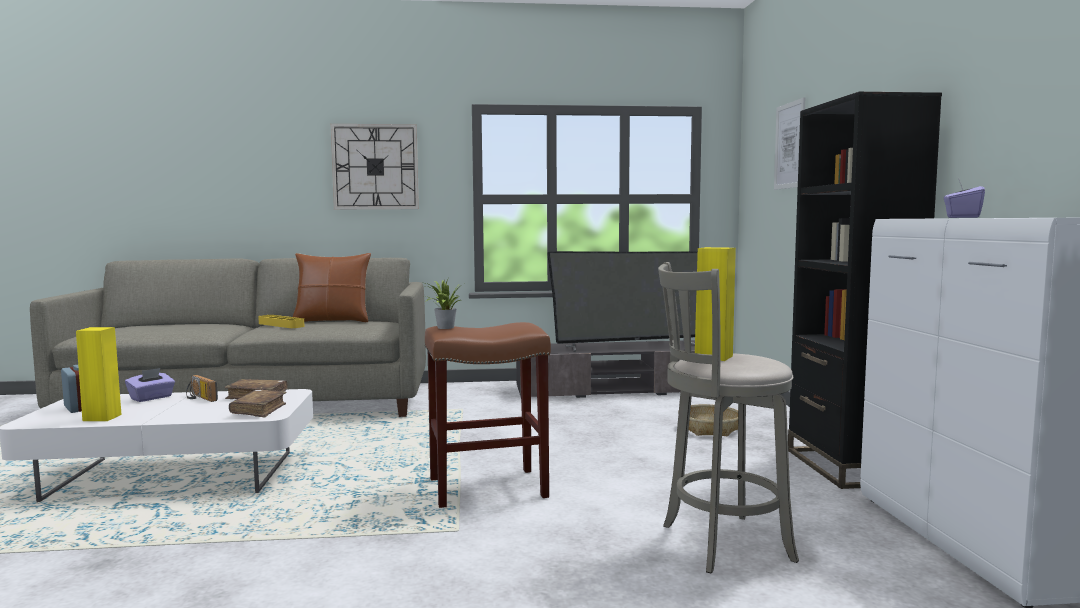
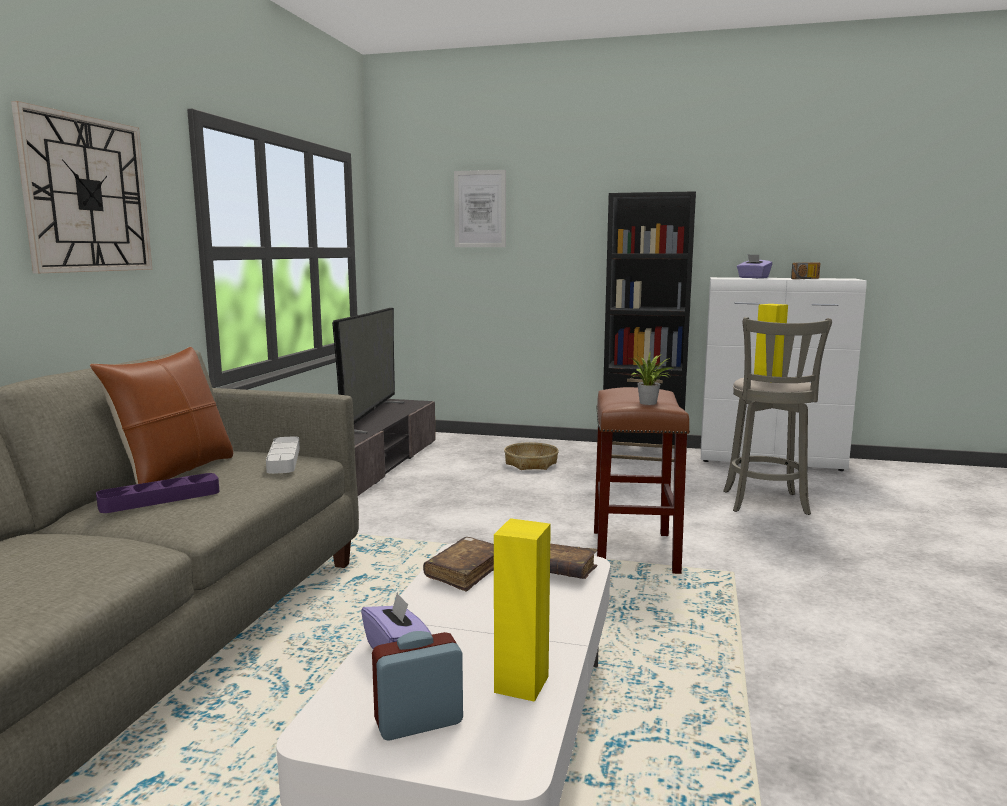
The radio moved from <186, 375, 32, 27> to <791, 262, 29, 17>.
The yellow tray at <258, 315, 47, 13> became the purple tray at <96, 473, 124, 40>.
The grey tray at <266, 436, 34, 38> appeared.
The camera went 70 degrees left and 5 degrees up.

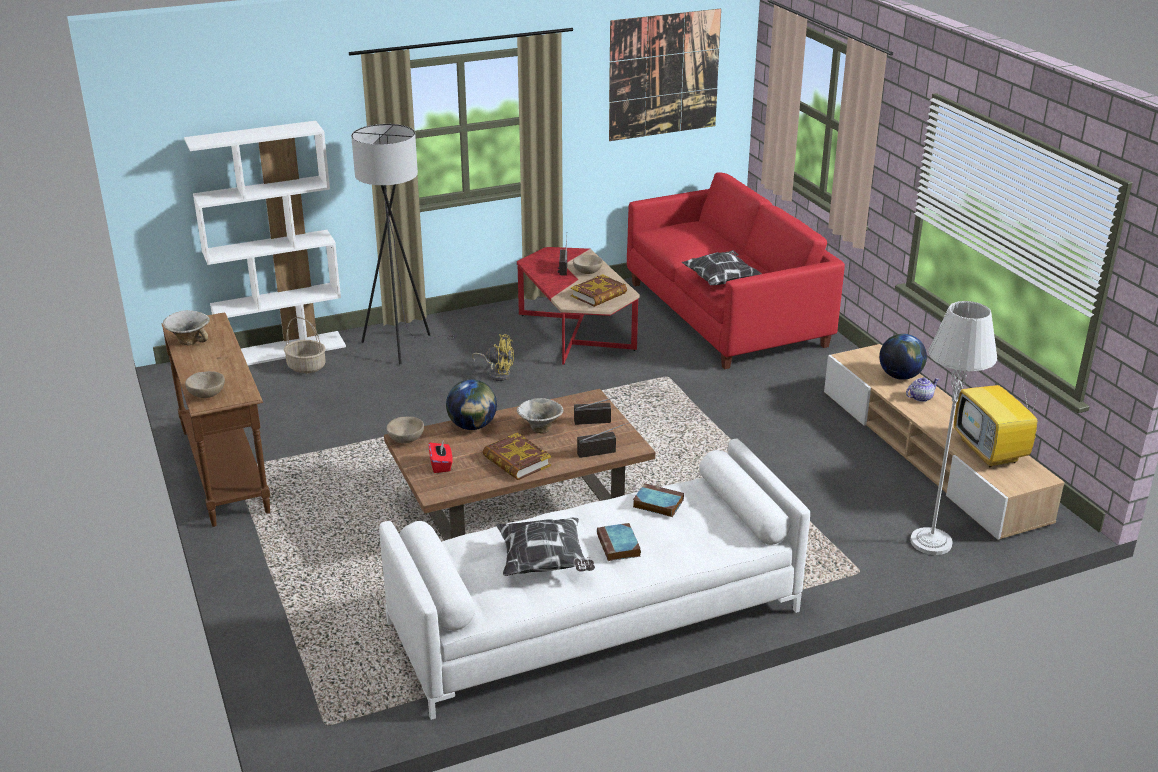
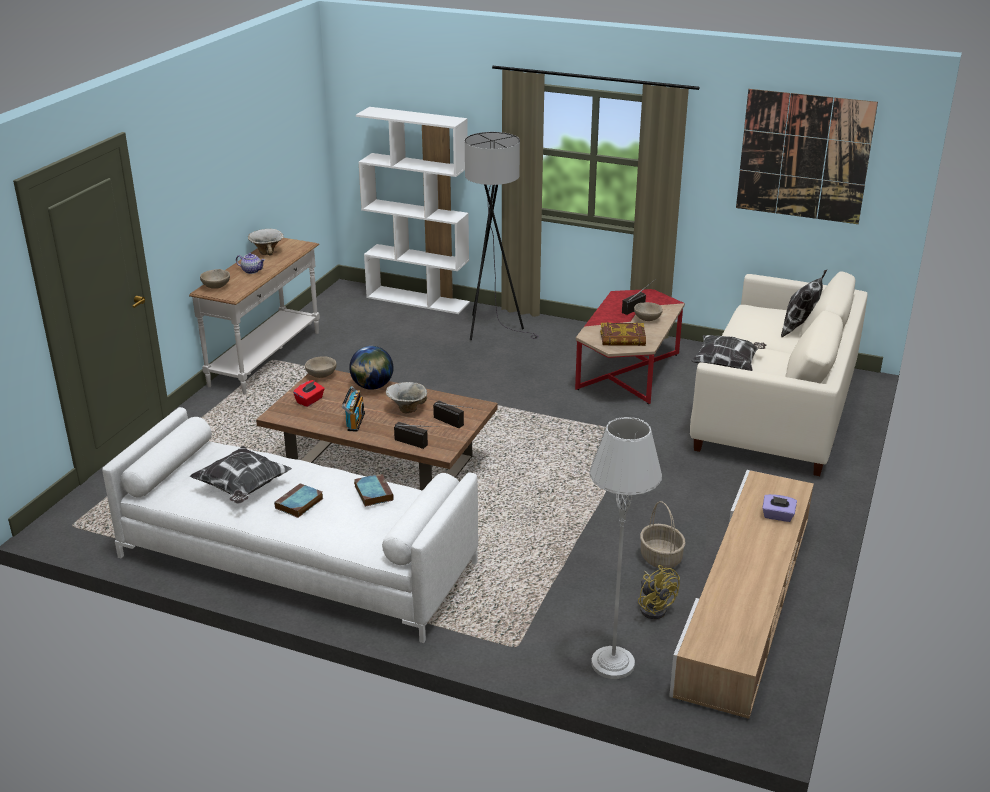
The brown console table at <162, 313, 108, 214> became the white console table at <189, 238, 131, 156>.
The basket moved from <284, 317, 42, 56> to <640, 501, 46, 68>.
The yellow fan moved from <472, 334, 42, 47> to <638, 565, 42, 54>.
The book at <483, 433, 68, 47> was replaced by the radio at <342, 386, 23, 46>.
The red sofa at <627, 172, 218, 197> became the white sofa at <690, 271, 177, 205>.
The globe at <879, 334, 48, 46> was replaced by the purple tissue box at <762, 494, 35, 28>.
The teapot moved from <906, 377, 33, 25> to <236, 253, 29, 21>.
The television at <954, 369, 86, 99> disappeared.
The pillow at <781, 269, 47, 68> appeared.
The camera went 45 degrees right and 0 degrees up.

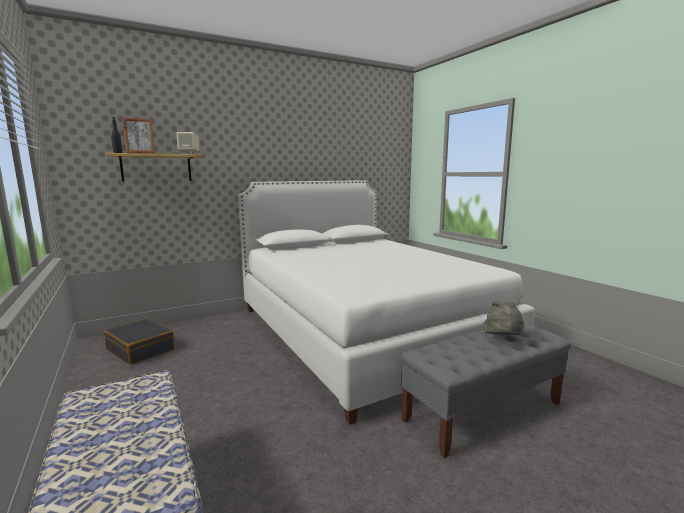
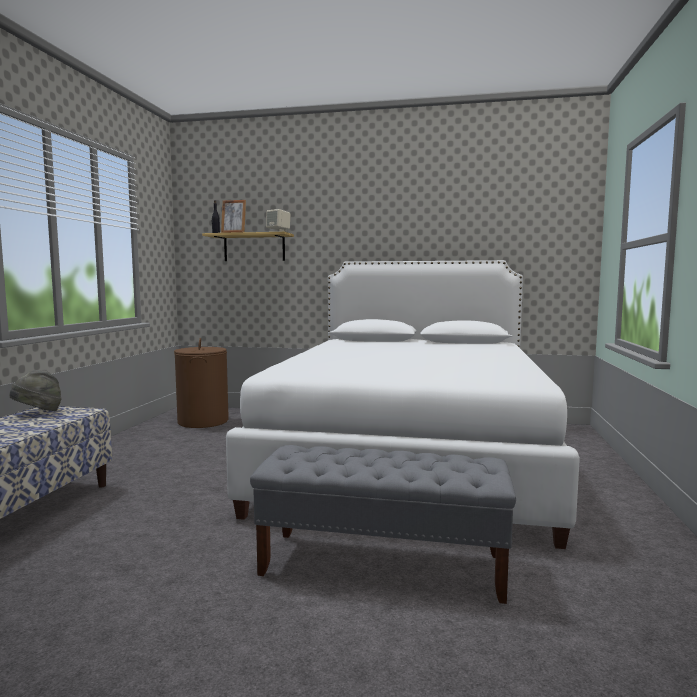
The black suitcase at <104, 318, 70, 47> was replaced by the brown laundry basket at <174, 338, 55, 90>.
The grey hat moved from <484, 301, 40, 34> to <9, 370, 53, 41>.
The camera went 40 degrees right and 5 degrees down.

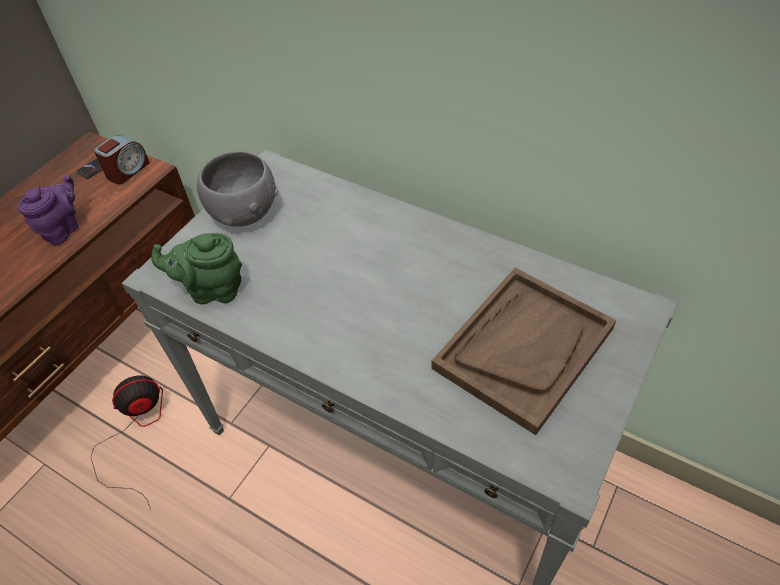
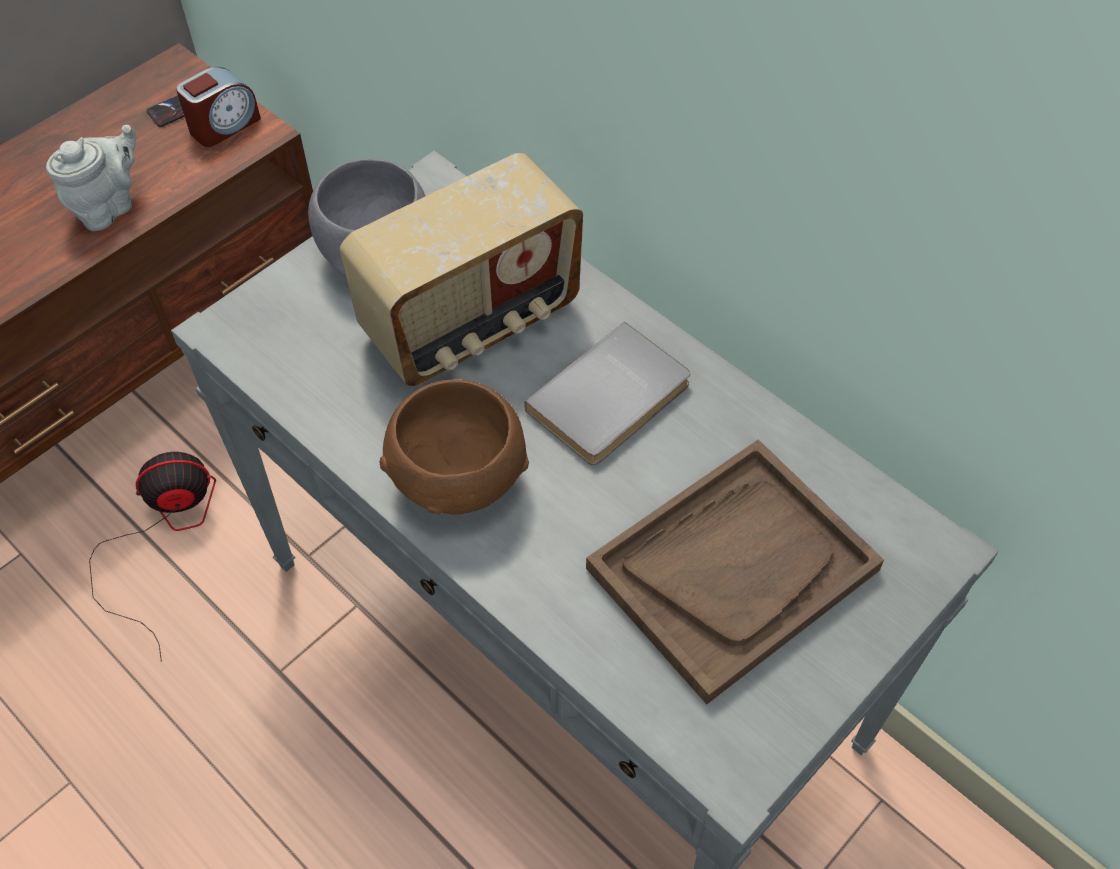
The purple teapot at <18, 175, 61, 71> became the grey teapot at <46, 125, 90, 106>.
The green teapot at <151, 233, 91, 71> disappeared.
The radio at <340, 153, 243, 233> appeared.
The brown bowl at <379, 379, 150, 136> appeared.
The grey book at <524, 322, 166, 143> appeared.
The camera went 10 degrees right and 5 degrees up.

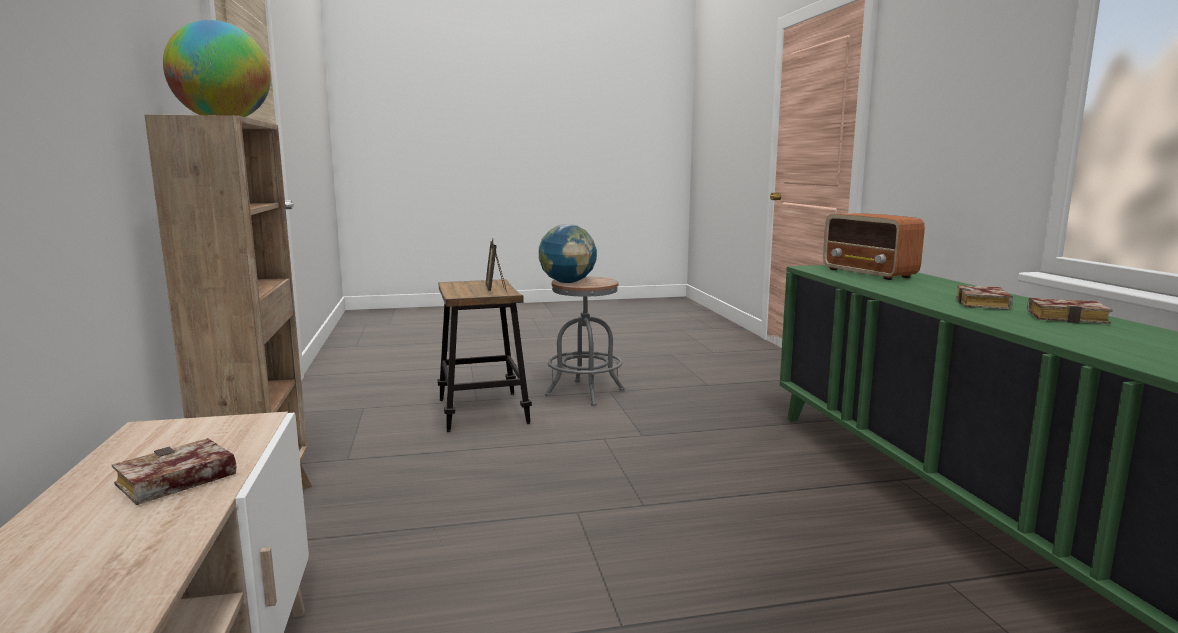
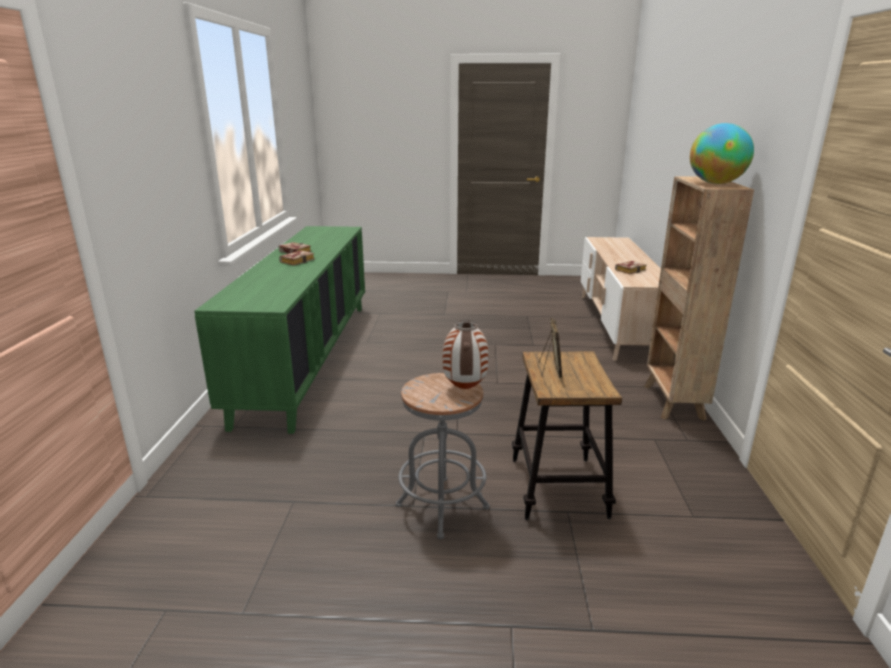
The globe at <539, 224, 58, 59> was replaced by the vase at <442, 320, 47, 69>.
The radio at <823, 213, 102, 67> disappeared.
The camera went 165 degrees left and 10 degrees up.

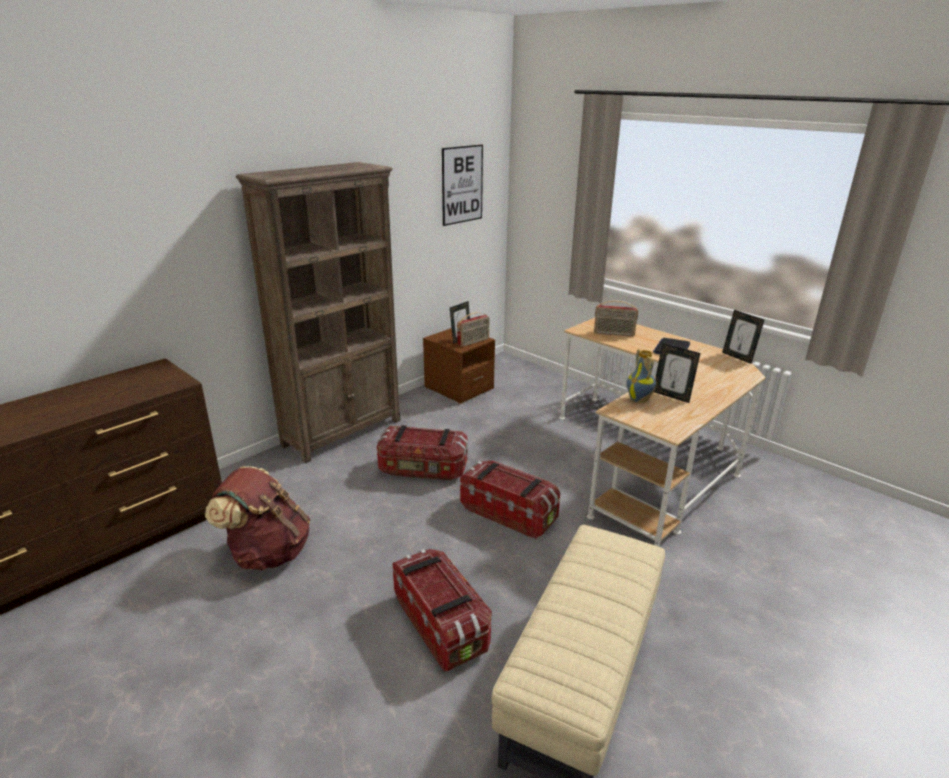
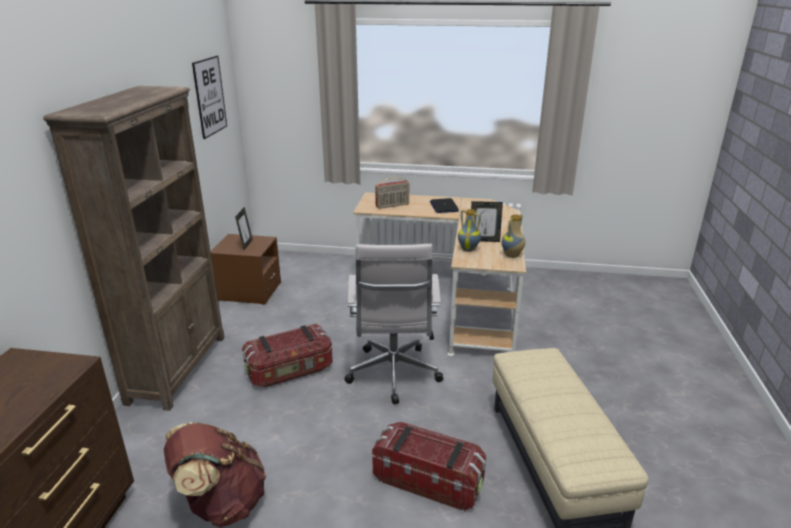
The radio at <457, 312, 33, 35> disappeared.
The storage box at <460, 460, 100, 79> was replaced by the white office chair at <344, 244, 99, 160>.
The picture frame at <722, 310, 42, 54> disappeared.
The vase at <502, 214, 24, 44> appeared.
The camera went 35 degrees left and 0 degrees up.

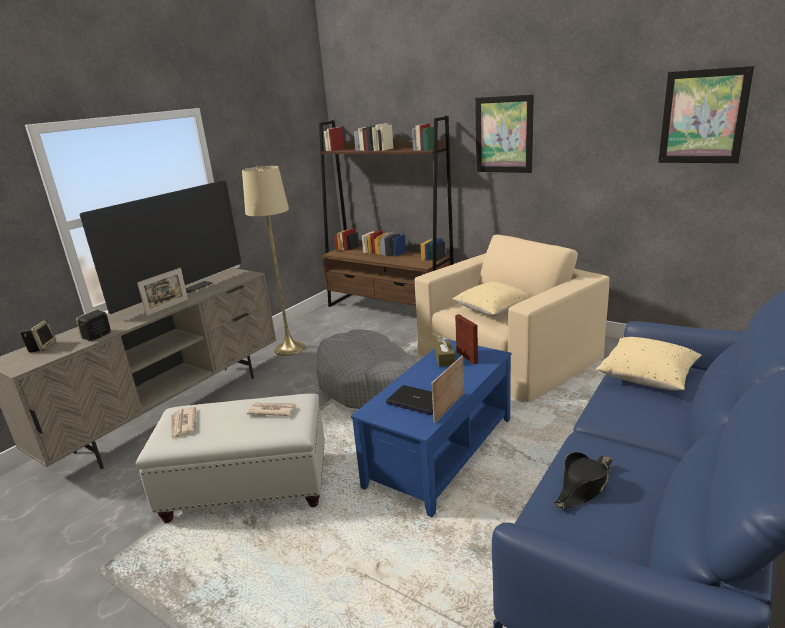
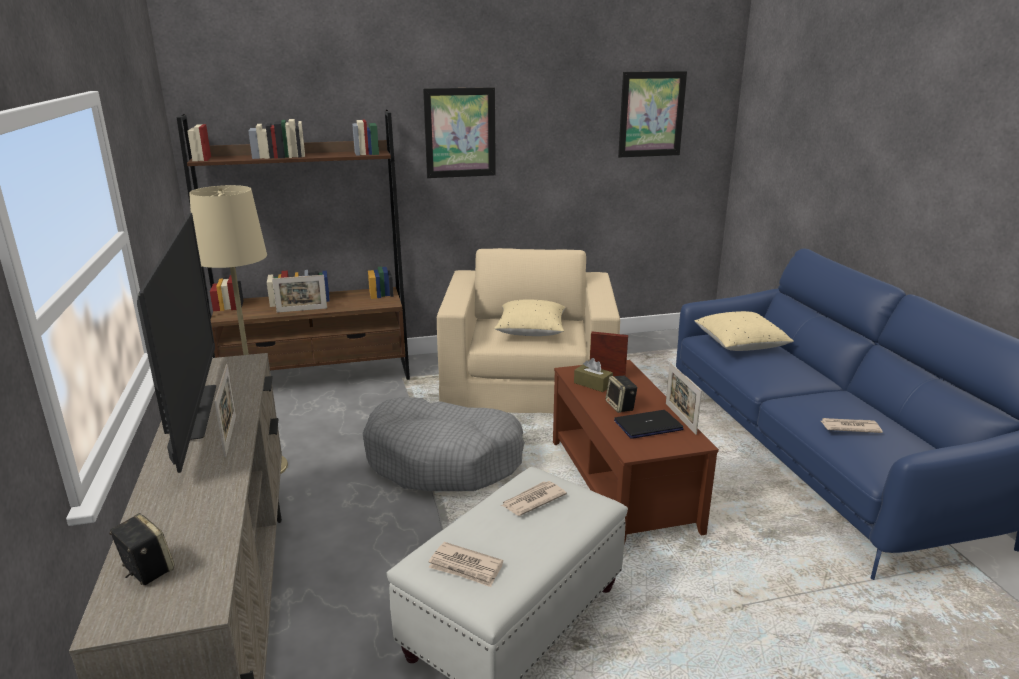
The speaker moved from <76, 309, 35, 32> to <605, 376, 33, 37>.
The blue coffee table at <351, 339, 160, 178> became the brown coffee table at <553, 360, 166, 185>.
The black hat at <554, 452, 59, 56> was replaced by the newspaper at <821, 418, 62, 15>.
The picture frame at <272, 275, 55, 38> appeared.
The camera went 50 degrees left and 0 degrees up.

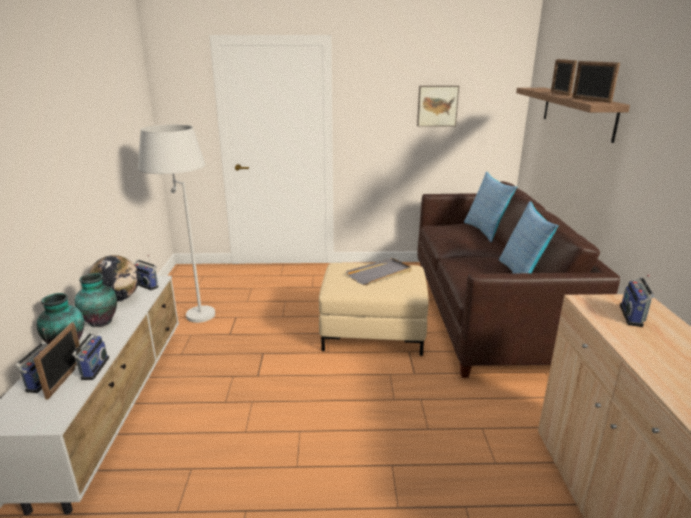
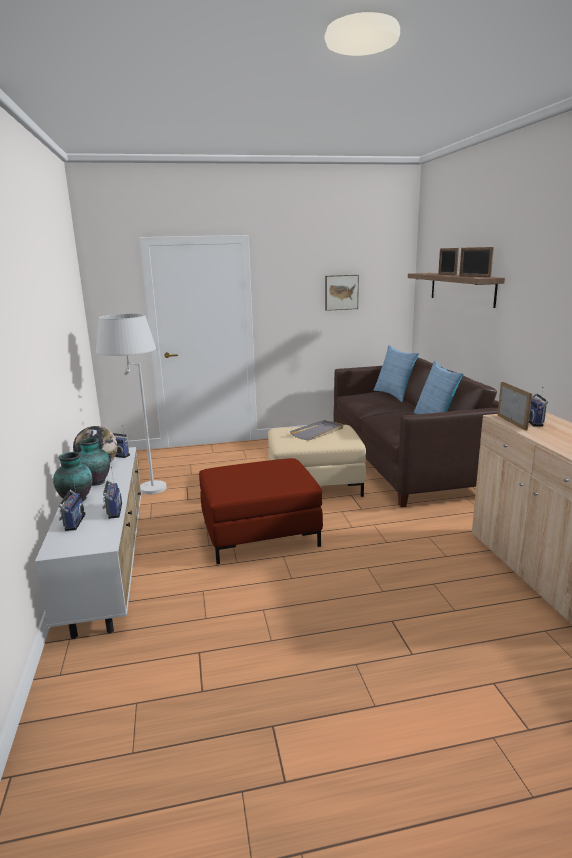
The picture frame moved from <34, 322, 47, 78> to <497, 382, 35, 49>.
The red ottoman at <199, 458, 124, 106> appeared.
The camera went 10 degrees left and 5 degrees down.

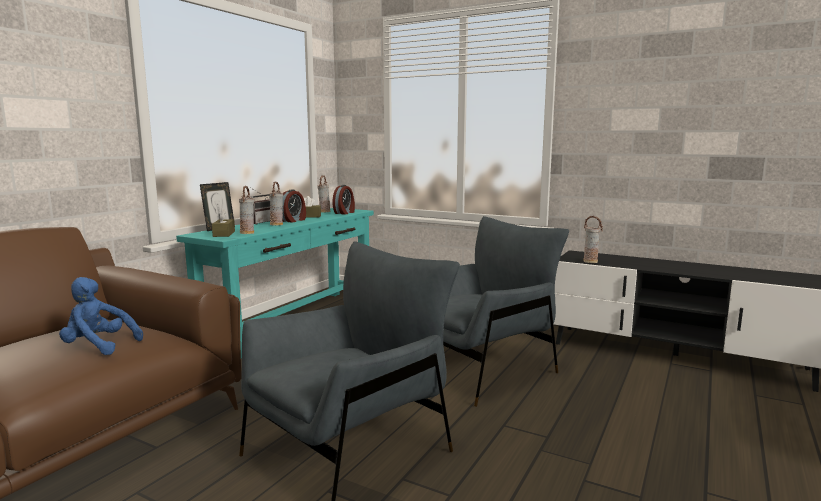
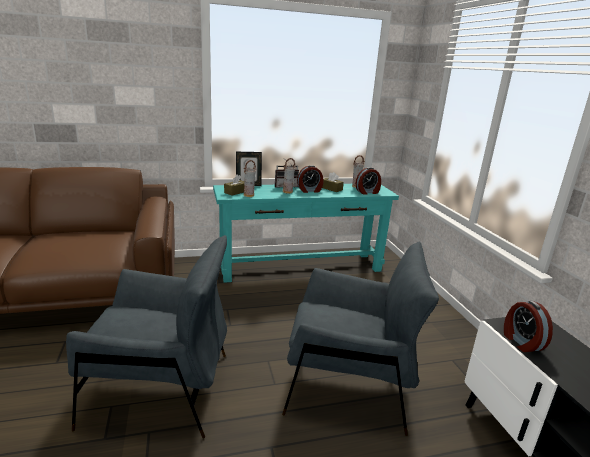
The blue plush toy at <59, 277, 84, 78> disappeared.
The vase at <583, 216, 20, 47> was replaced by the alarm clock at <504, 301, 49, 51>.
The camera went 45 degrees right and 10 degrees up.

